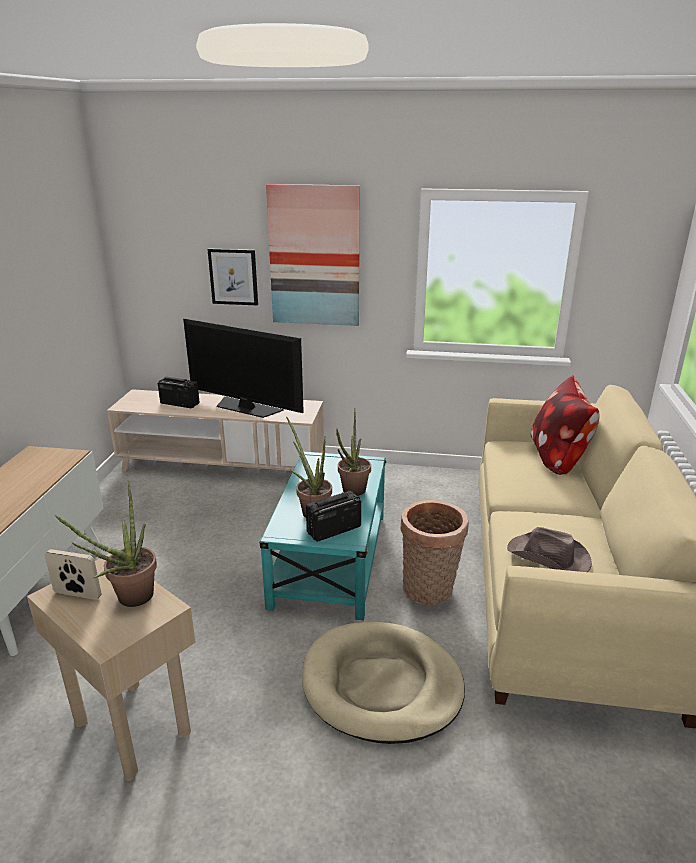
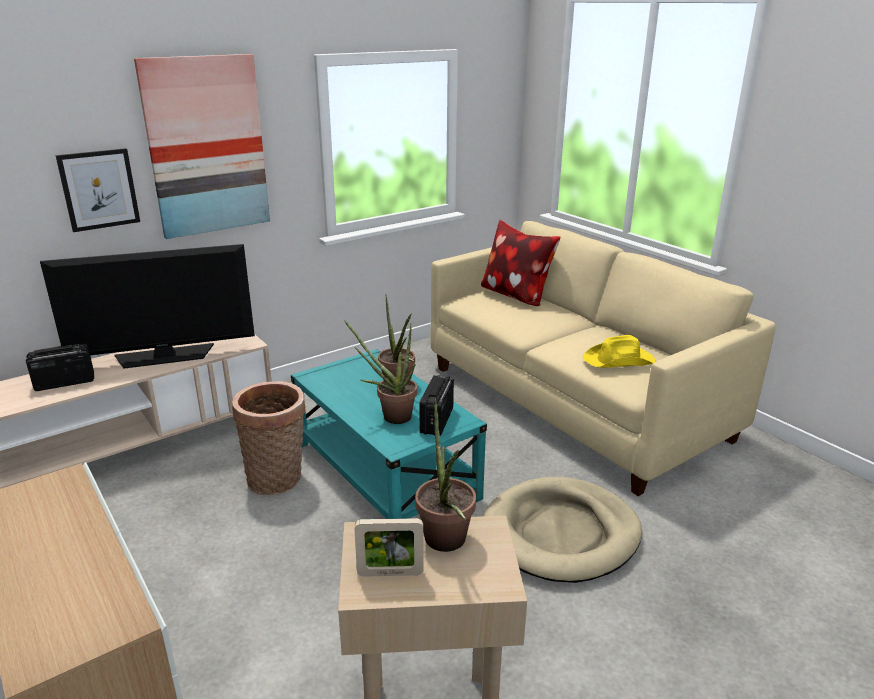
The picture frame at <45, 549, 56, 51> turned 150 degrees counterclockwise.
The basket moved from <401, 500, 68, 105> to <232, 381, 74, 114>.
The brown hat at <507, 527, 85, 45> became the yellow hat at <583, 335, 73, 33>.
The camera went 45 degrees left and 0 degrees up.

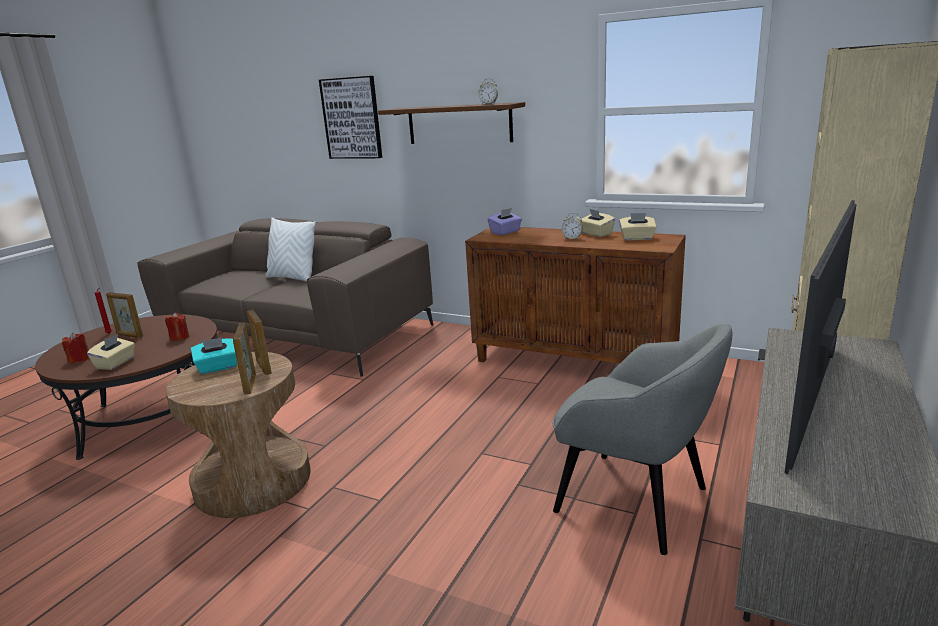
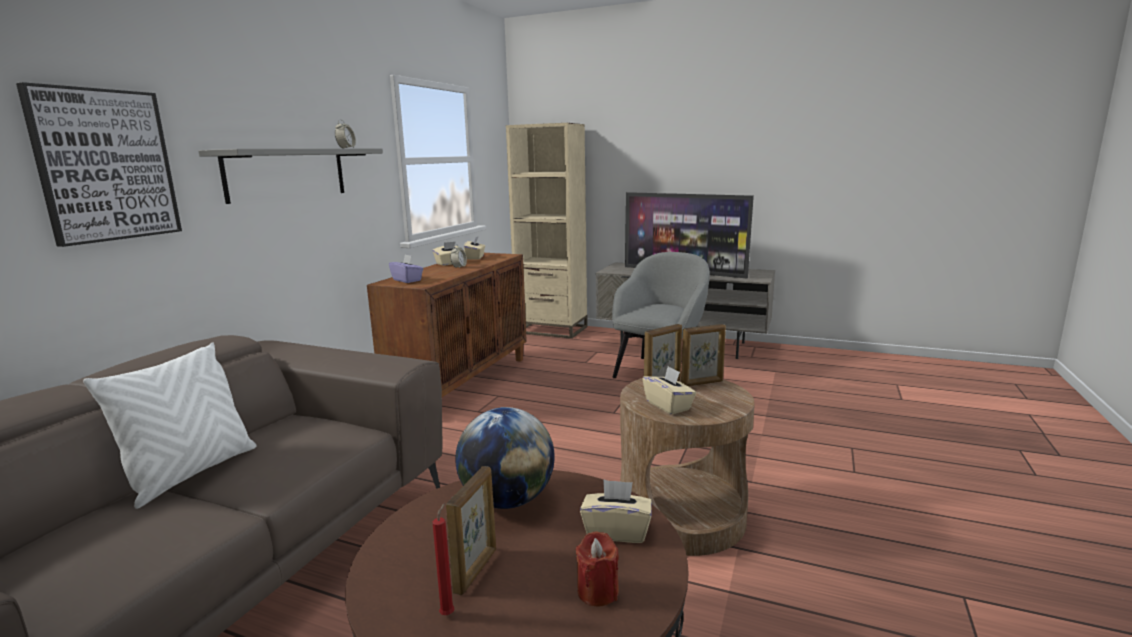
The red candle at <165, 312, 24, 29> was replaced by the globe at <455, 407, 100, 102>.
The turquoise tissue box at <191, 337, 46, 37> became the beige tissue box at <643, 366, 53, 49>.
The brown shelf at <378, 102, 147, 42> became the grey shelf at <198, 148, 185, 56>.
The camera went 95 degrees left and 5 degrees down.

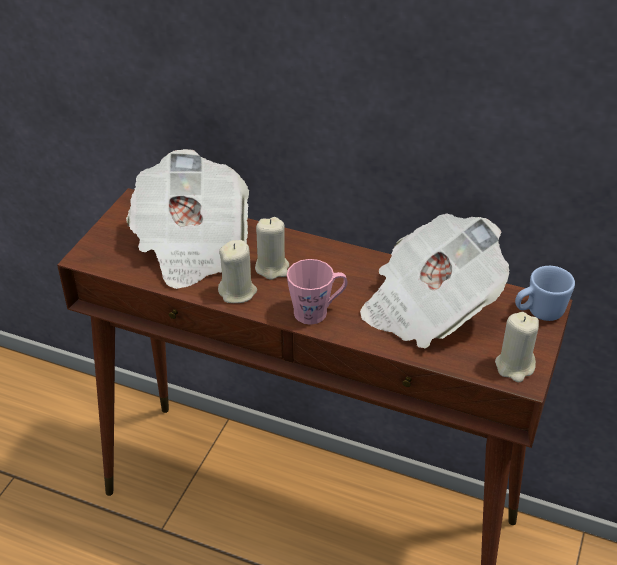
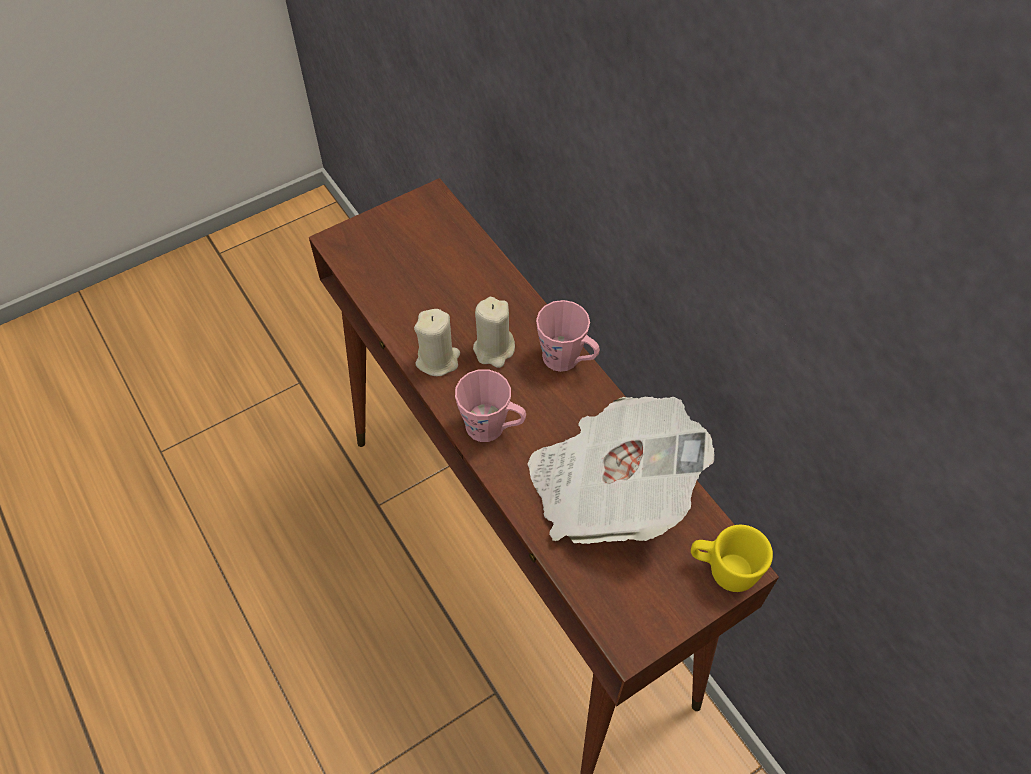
The newspaper at <126, 149, 123, 140> disappeared.
The beige candle at <495, 312, 44, 70> disappeared.
The blue mug at <515, 266, 60, 55> became the yellow mug at <691, 525, 82, 67>.
The pink mug at <536, 300, 64, 72> appeared.
The camera went 35 degrees right and 15 degrees up.

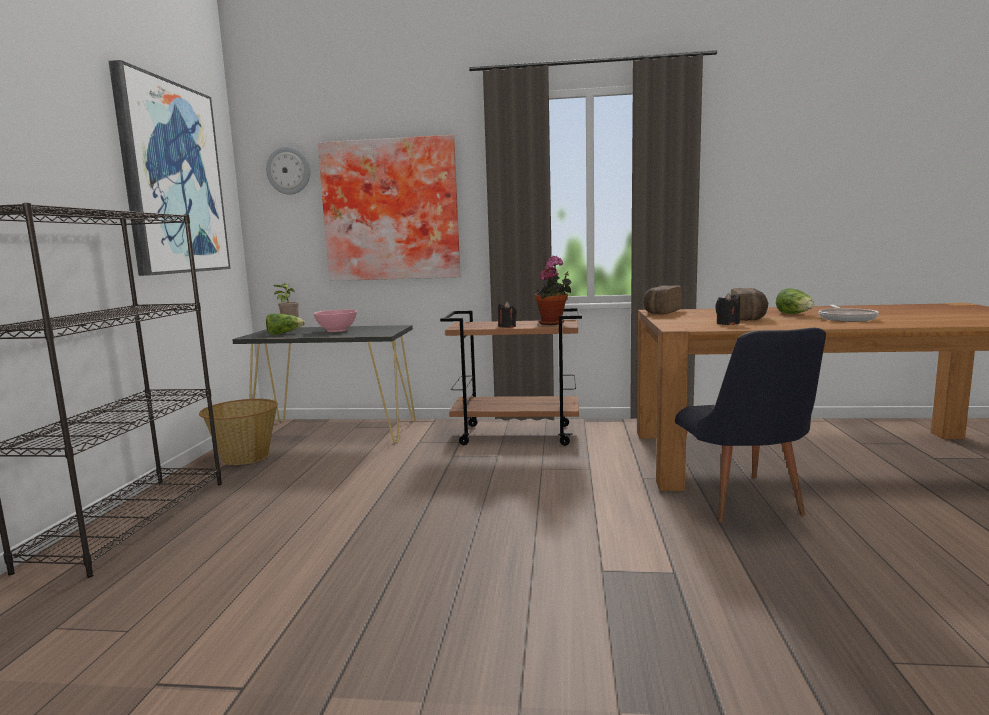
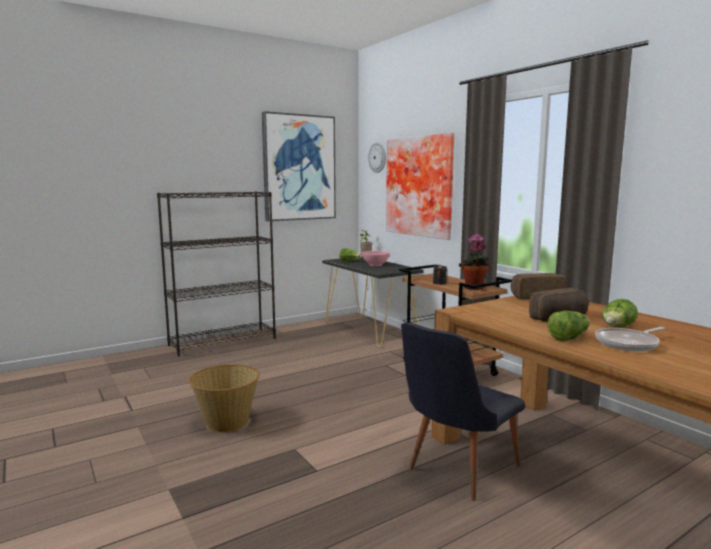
The basket moved from <199, 399, 79, 66> to <188, 364, 72, 68>.
The black candle at <715, 292, 25, 33> disappeared.
The lettuce at <547, 311, 42, 30> appeared.
The camera went 50 degrees right and 0 degrees up.

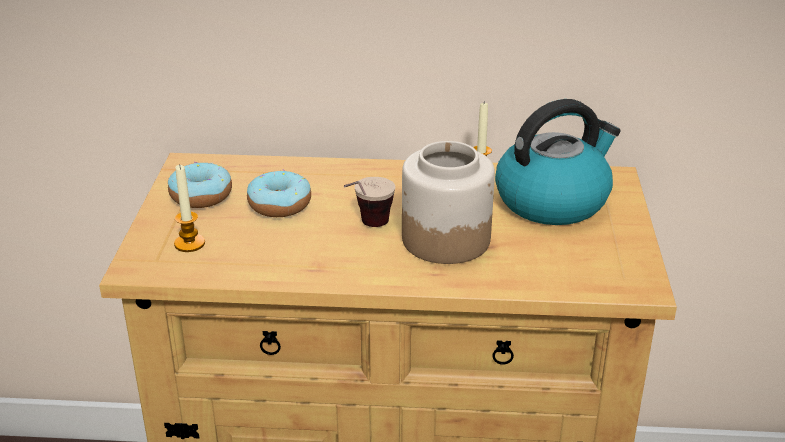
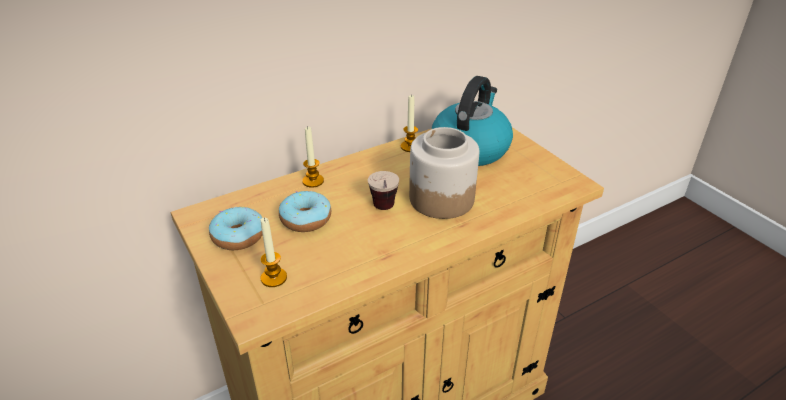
The candle at <302, 127, 22, 61> appeared.
The camera went 35 degrees left and 5 degrees up.

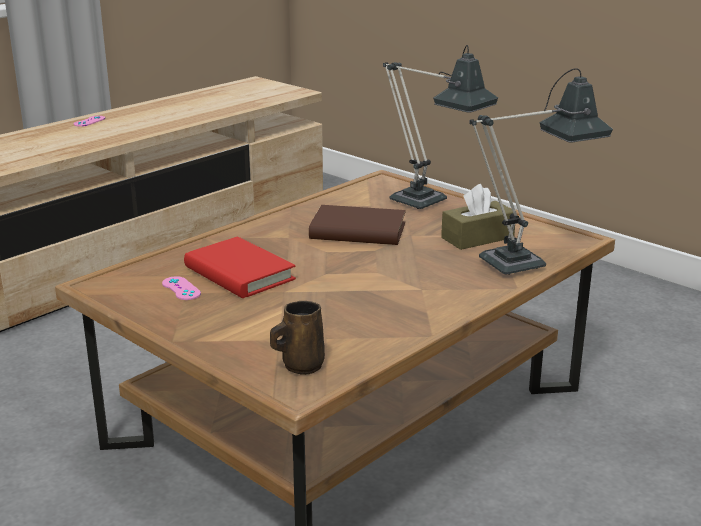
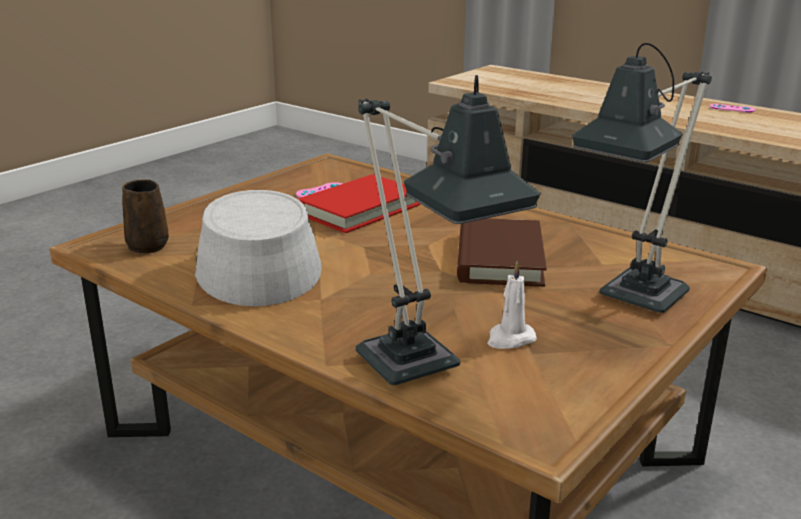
The brown tissue box at <441, 184, 74, 66> was replaced by the white candle at <487, 261, 50, 88>.
The grey hat at <195, 190, 126, 116> appeared.
The camera went 85 degrees right and 0 degrees up.

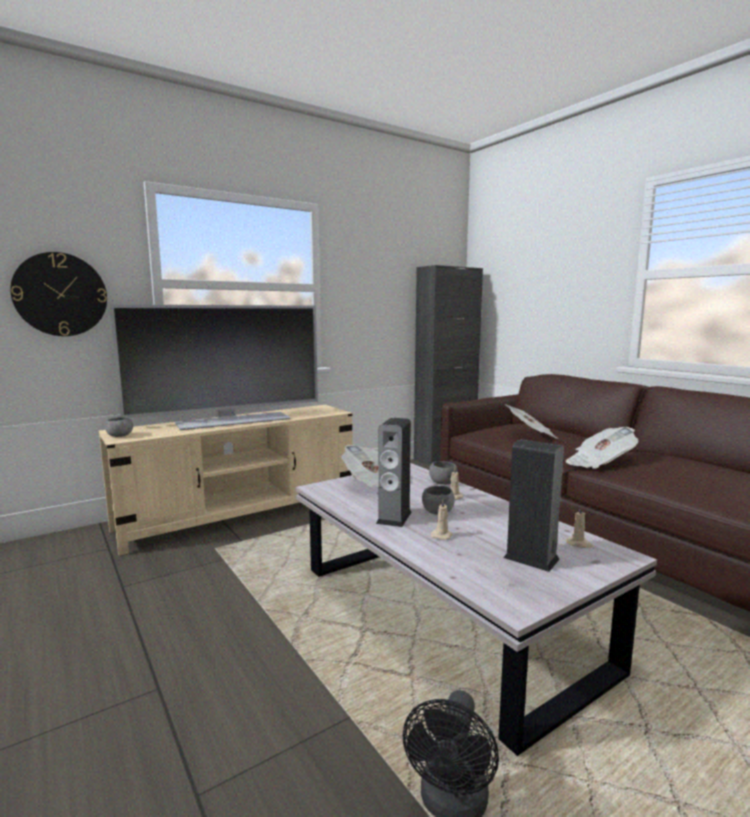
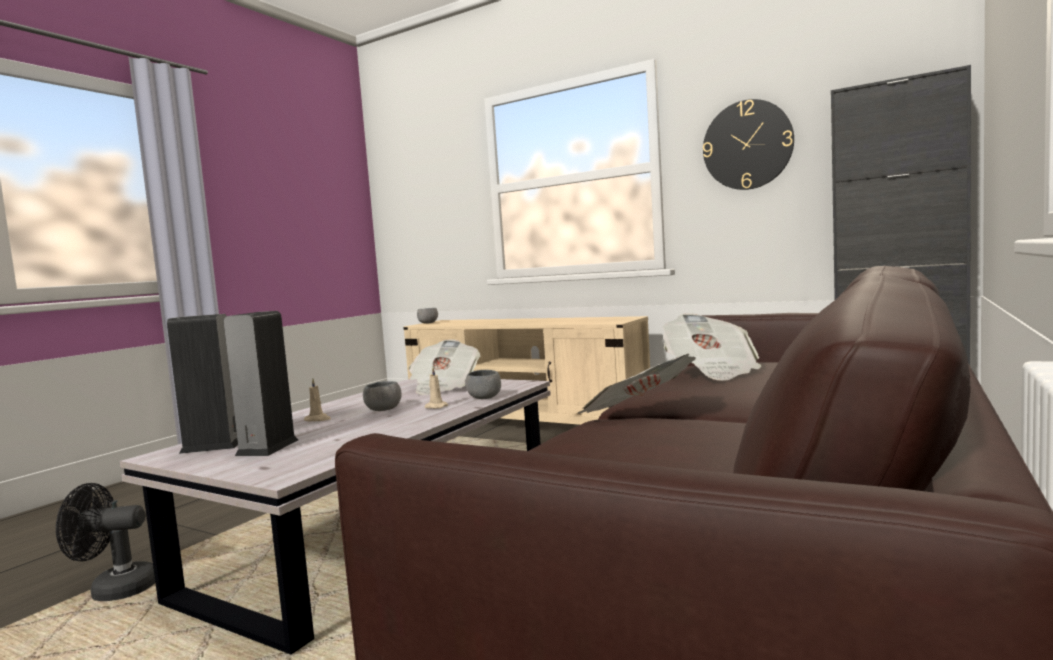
The wall clock moved from <10, 252, 97, 84> to <703, 99, 91, 91>.
The television at <110, 304, 208, 126> disappeared.
The speaker moved from <376, 418, 36, 109> to <167, 314, 71, 140>.
The beige candle at <566, 505, 27, 43> disappeared.
The camera went 65 degrees right and 5 degrees down.

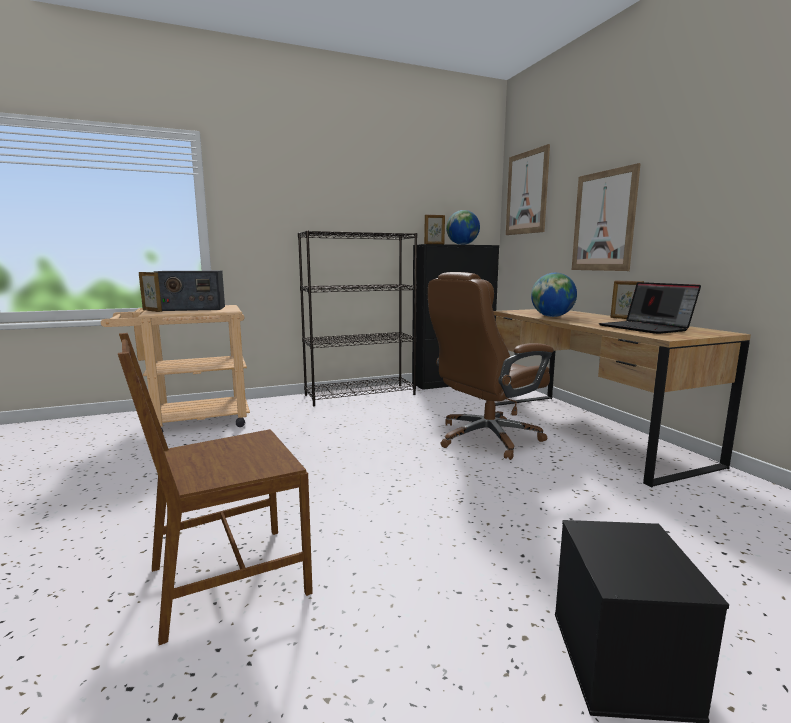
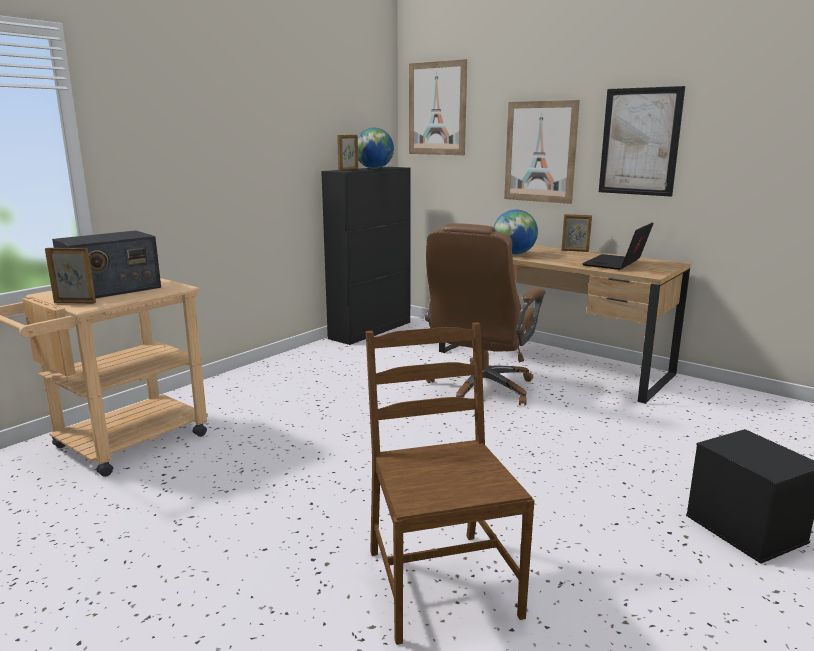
The brown chair at <118, 333, 195, 312> turned 135 degrees clockwise.
The black bookcase at <298, 230, 119, 176> disappeared.
The laptop at <599, 282, 102, 52> turned 90 degrees clockwise.
The picture at <599, 86, 86, 111> appeared.
The camera went 30 degrees left and 5 degrees up.

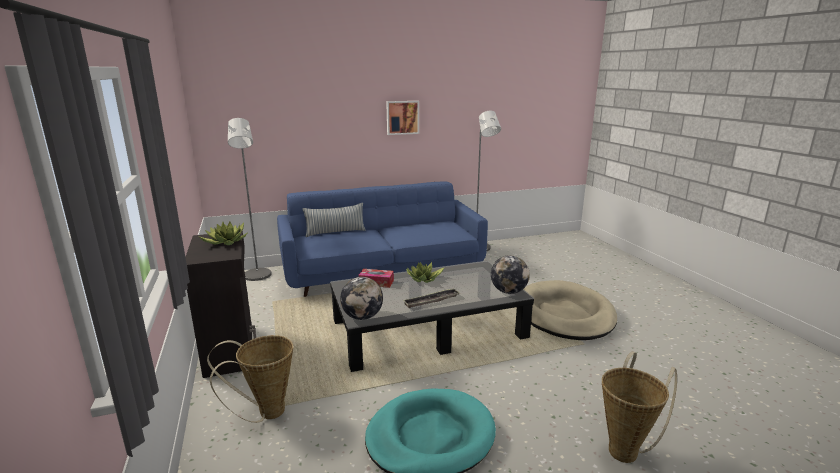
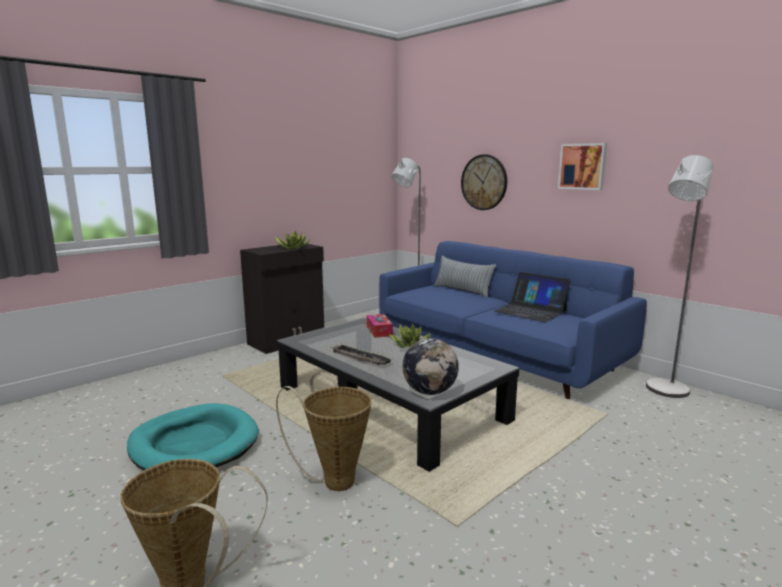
The basket moved from <207, 335, 86, 88> to <276, 372, 96, 119>.
The globe at <340, 277, 43, 43> disappeared.
The beige dog bed at <524, 280, 93, 60> disappeared.
The wall clock at <461, 154, 46, 56> appeared.
The laptop at <494, 272, 76, 50> appeared.
The camera went 65 degrees right and 5 degrees down.

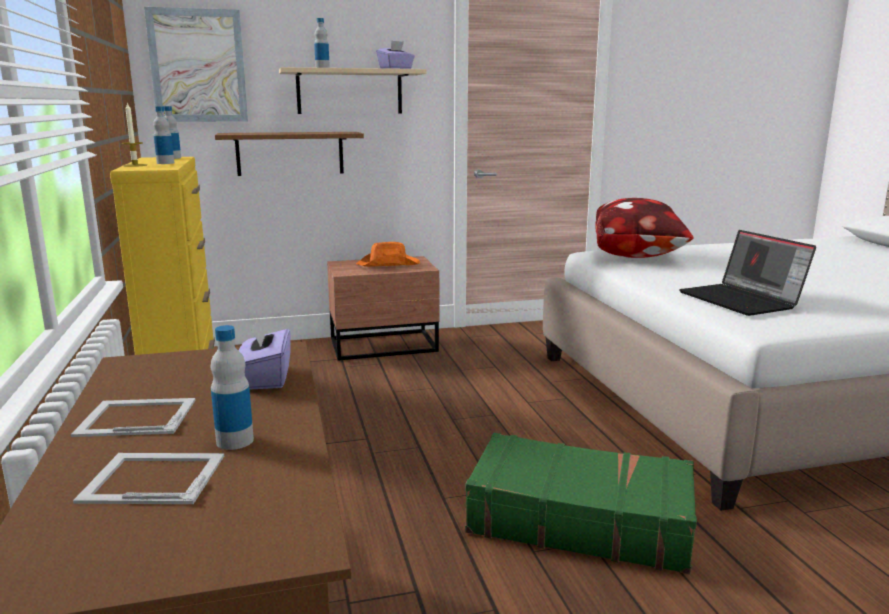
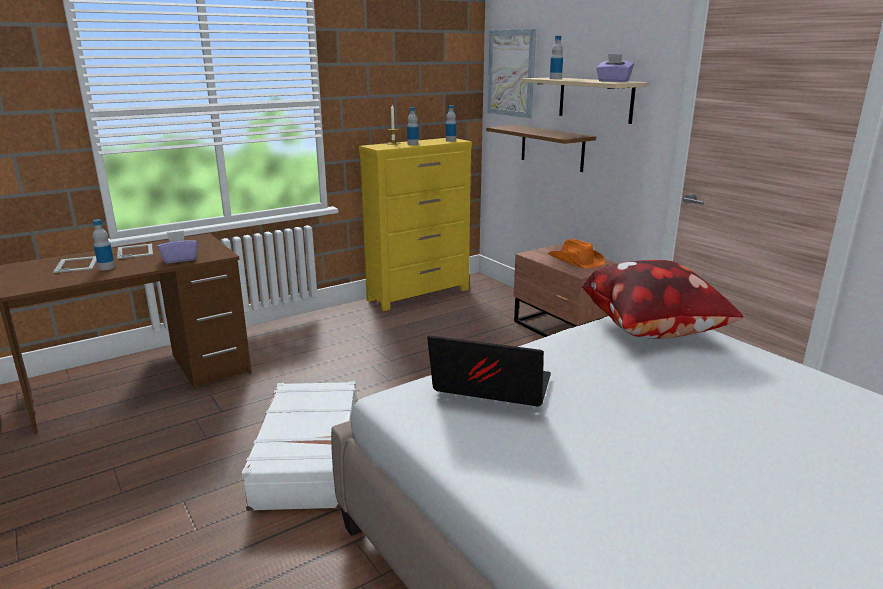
The green suitcase at <465, 433, 232, 141> became the white suitcase at <242, 381, 116, 130>.
The laptop at <679, 230, 137, 86> turned 60 degrees clockwise.
The camera went 70 degrees right and 5 degrees up.

